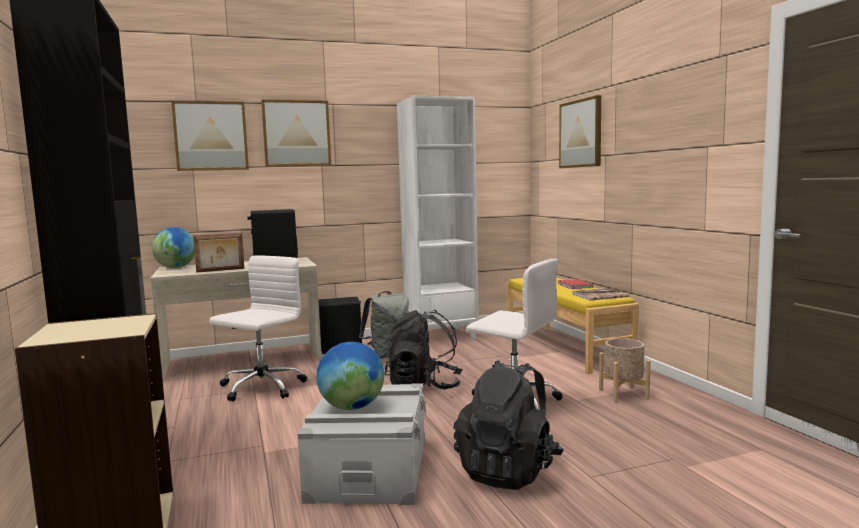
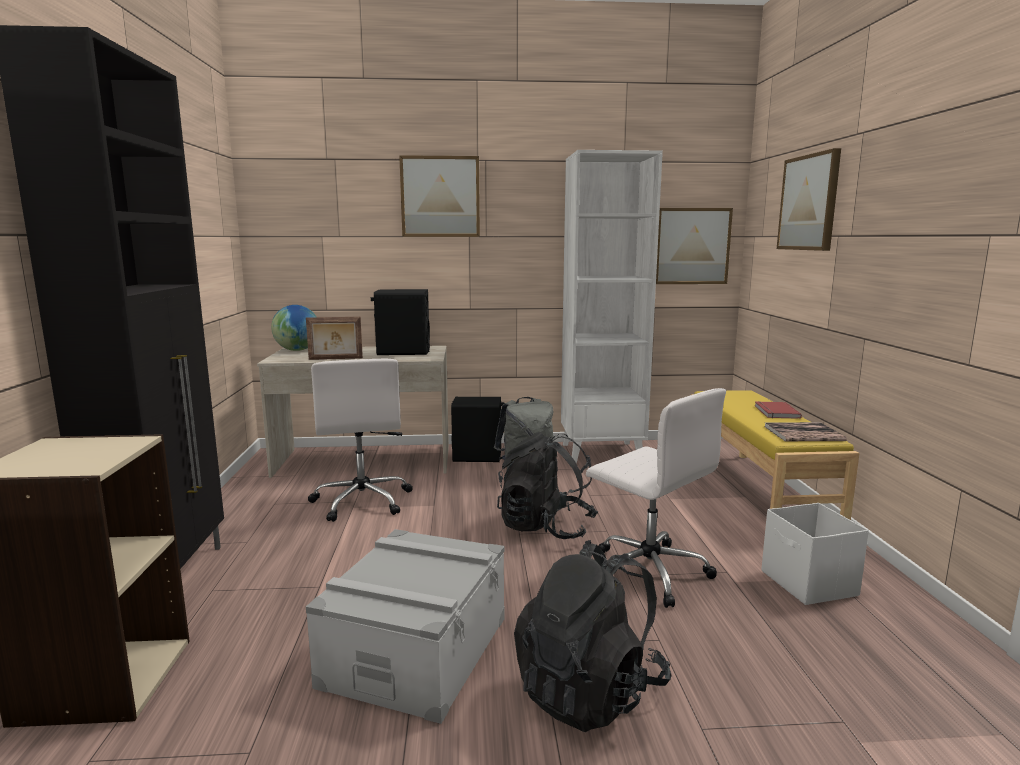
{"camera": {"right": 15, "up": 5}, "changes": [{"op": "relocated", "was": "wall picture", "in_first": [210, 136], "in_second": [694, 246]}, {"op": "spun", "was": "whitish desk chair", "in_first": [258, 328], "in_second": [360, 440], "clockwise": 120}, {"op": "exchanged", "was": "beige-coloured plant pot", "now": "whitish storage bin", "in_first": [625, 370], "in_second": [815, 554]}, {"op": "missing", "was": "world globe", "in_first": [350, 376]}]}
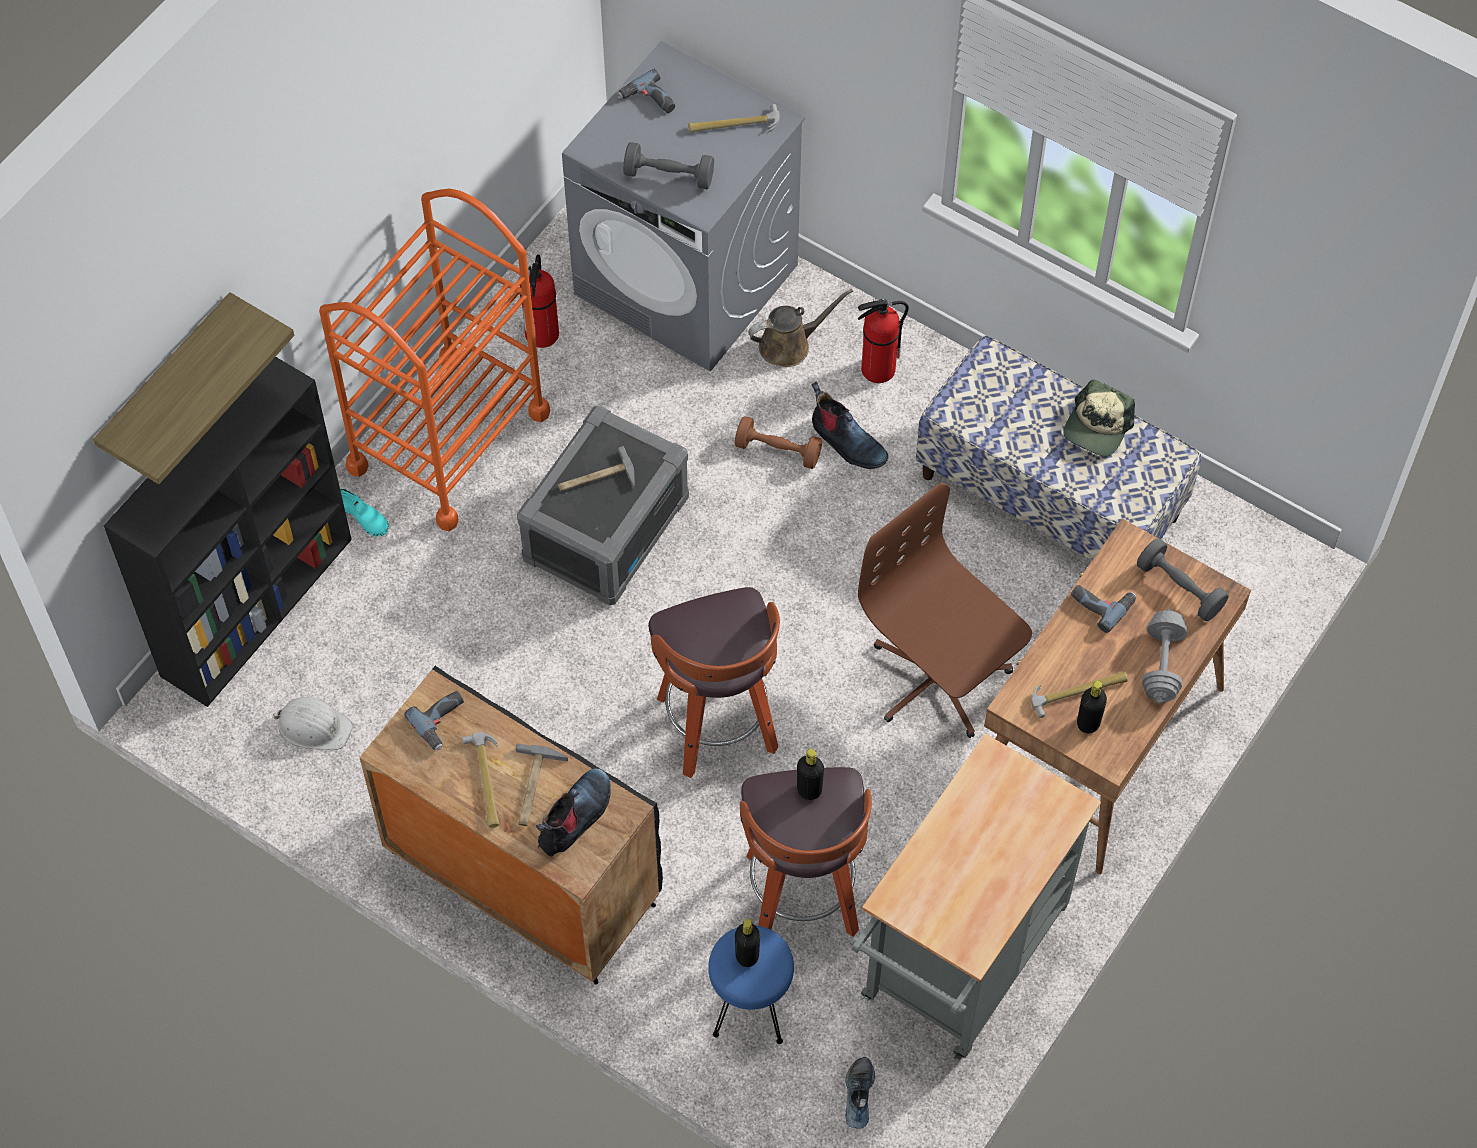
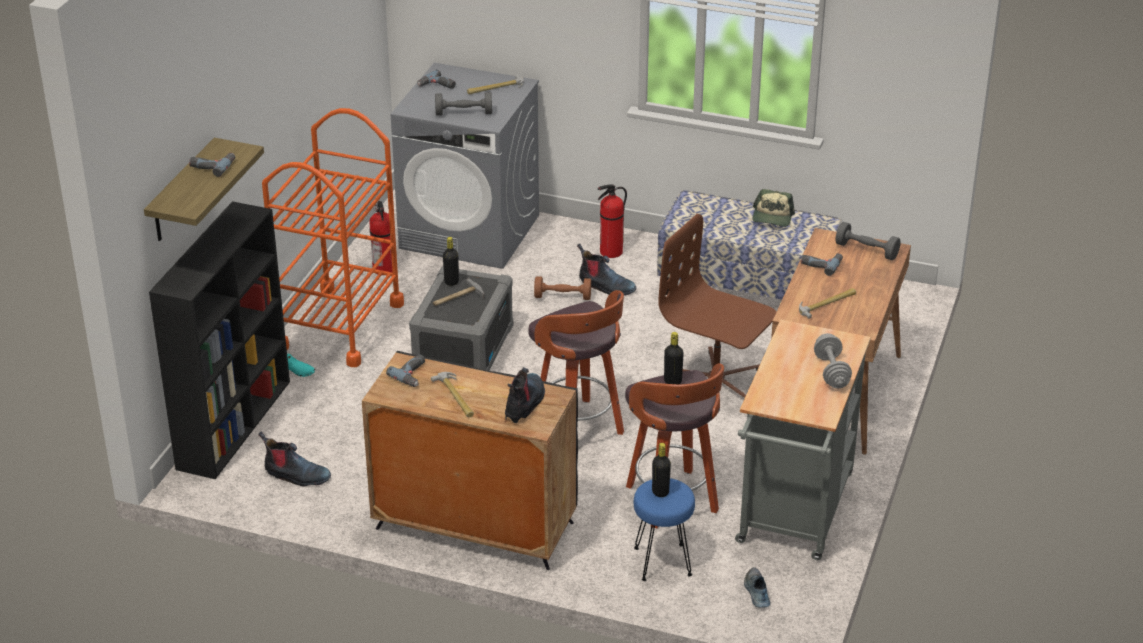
{"camera": {"right": -15, "up": -25}, "changes": [{"op": "missing", "was": "brownish watering can", "in_first": [800, 328]}, {"op": "relocated", "was": "grey free weight", "in_first": [1164, 656], "in_second": [833, 361]}, {"op": "relocated", "was": "black-coloured drink bottle", "in_first": [1092, 706], "in_second": [451, 261]}, {"op": "exchanged", "was": "whitish hard hat", "now": "boot", "in_first": [313, 723], "in_second": [294, 459]}, {"op": "missing", "was": "tool hammer", "in_first": [542, 784]}, {"op": "appeared", "now": "drill", "in_second": [212, 165]}]}
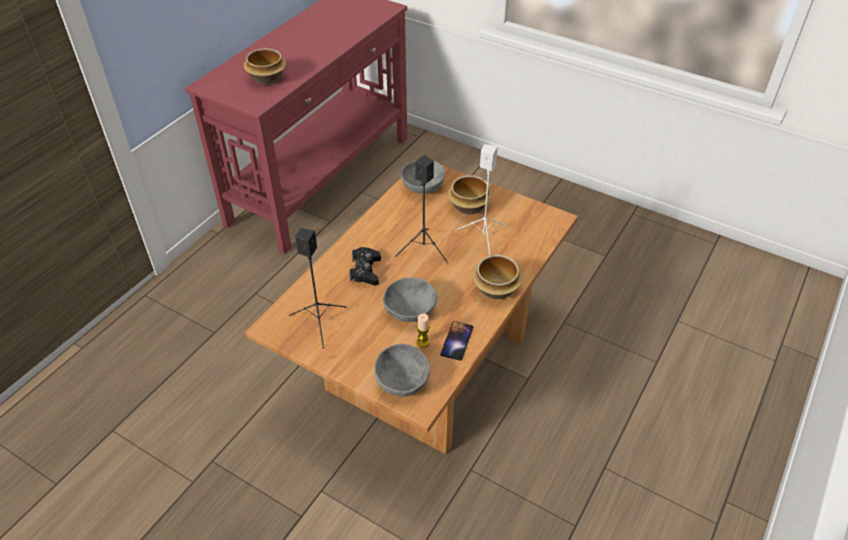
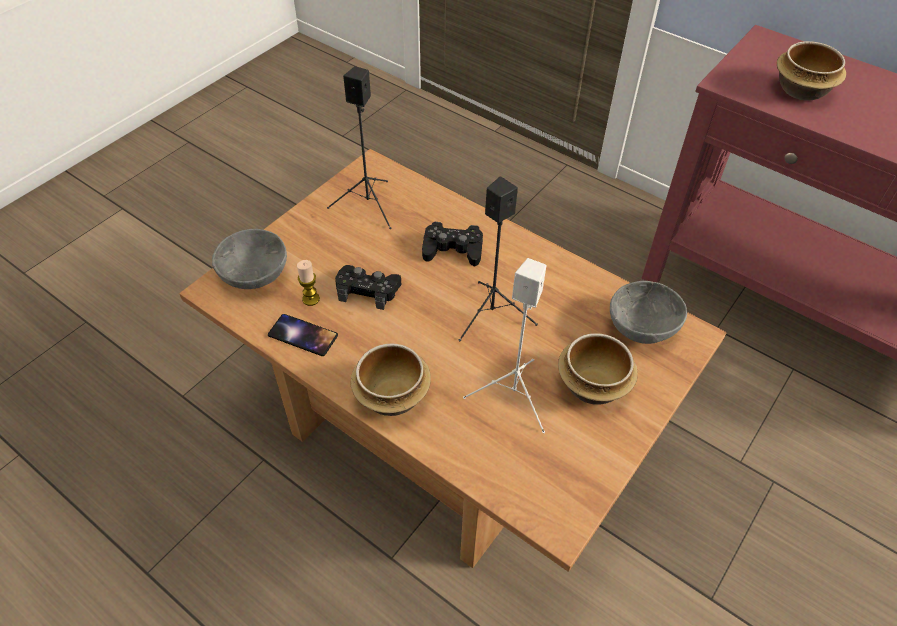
{"camera": {"right": 95, "up": 5}, "changes": [{"op": "exchanged", "was": "grey serving bowl", "now": "black-coloured game controller", "in_first": [410, 299], "in_second": [368, 287]}]}
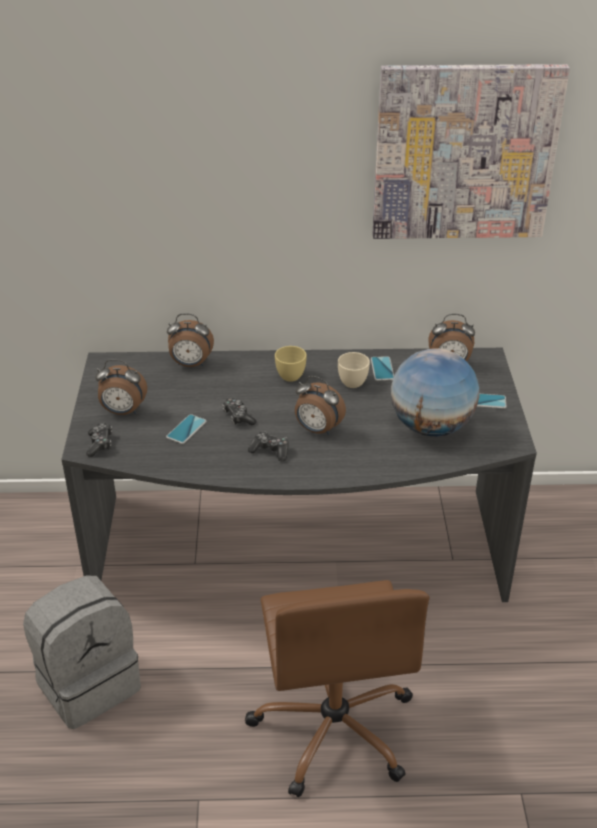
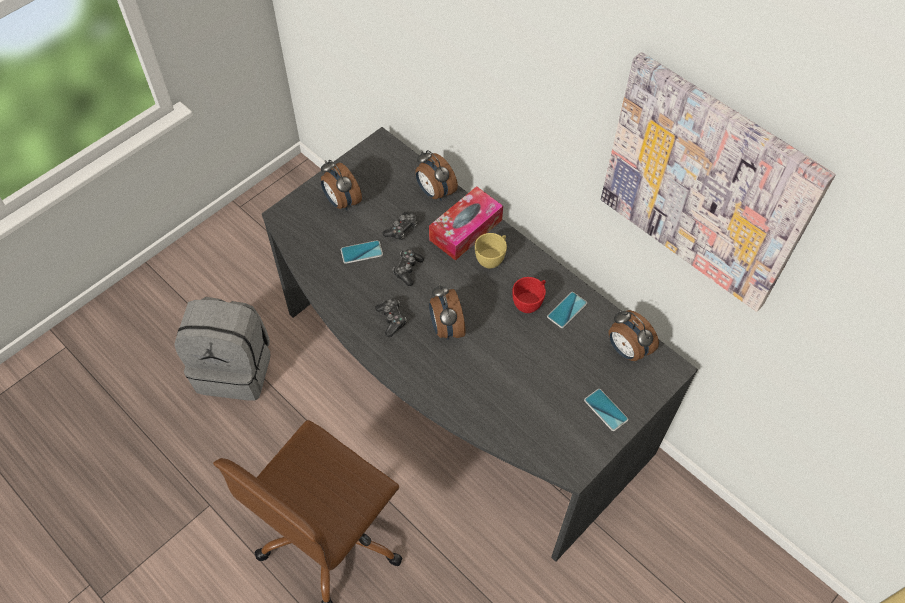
{"camera": {"right": 45, "up": 20}, "changes": [{"op": "missing", "was": "world globe", "in_first": [435, 392]}, {"op": "colour", "was": "beige-coloured small cup", "now": "red small cup", "in_first": [354, 370], "in_second": [529, 295]}, {"op": "relocated", "was": "game controller", "in_first": [99, 440], "in_second": [400, 226]}, {"op": "appeared", "now": "box of tissues", "in_second": [466, 223]}]}
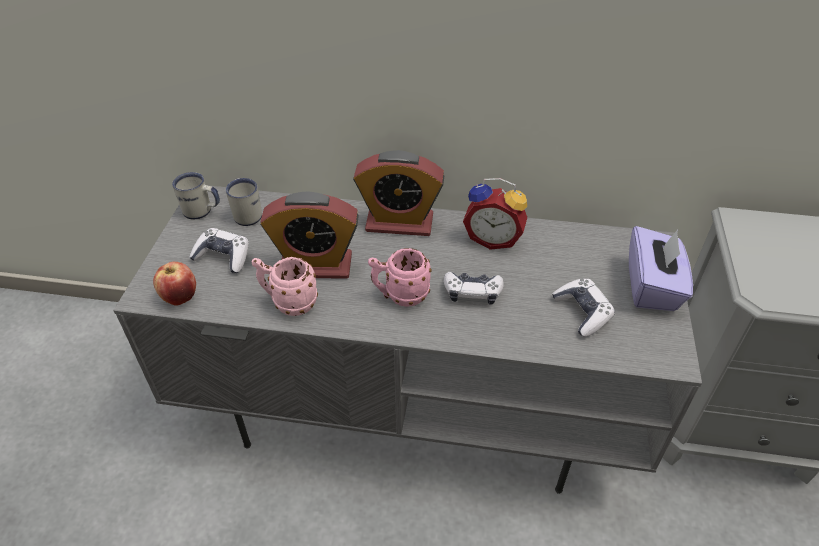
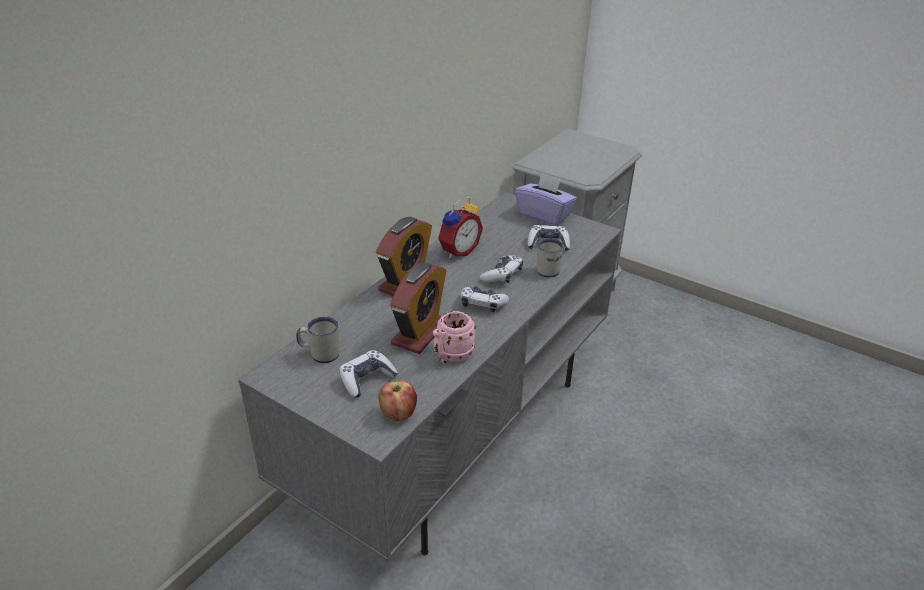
{"camera": {"right": -65, "up": -10}, "changes": [{"op": "relocated", "was": "whitish coffee mug", "in_first": [196, 195], "in_second": [550, 257]}, {"op": "exchanged", "was": "pink coffee mug", "now": "game controller", "in_first": [400, 277], "in_second": [485, 299]}]}
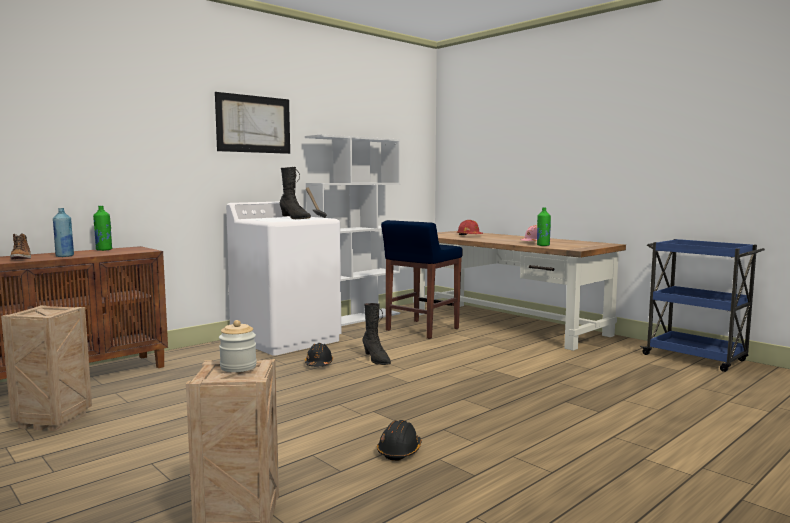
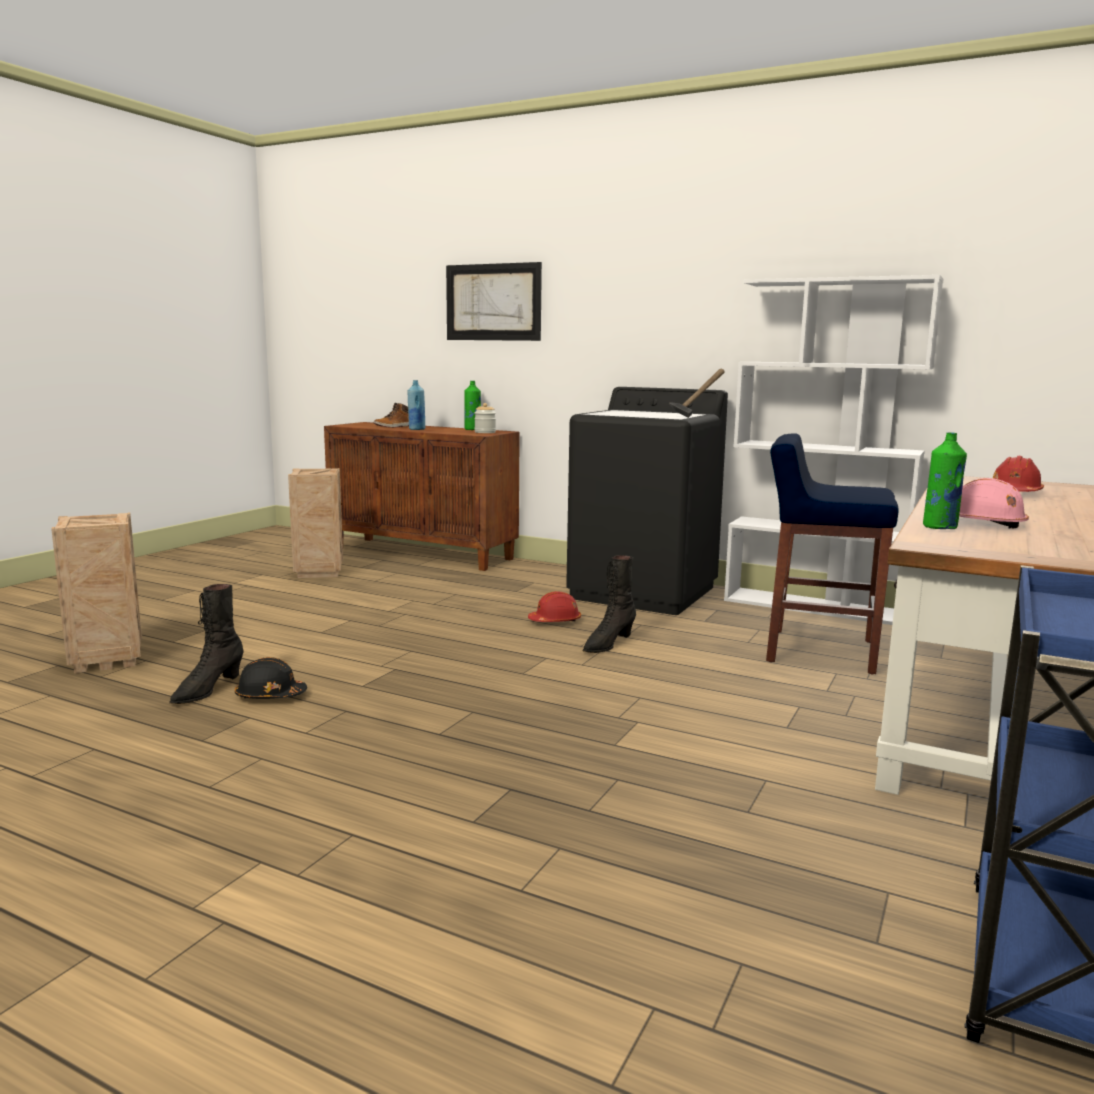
{"camera": {"right": 70, "up": 5}, "changes": [{"op": "relocated", "was": "wall picture", "in_first": [252, 123], "in_second": [494, 301]}, {"op": "relocated", "was": "black-coloured boot", "in_first": [295, 193], "in_second": [206, 644]}, {"op": "colour", "was": "whitish laundry appliance", "now": "black-coloured laundry appliance", "in_first": [283, 278], "in_second": [647, 501]}, {"op": "relocated", "was": "storage jar", "in_first": [238, 346], "in_second": [485, 418]}, {"op": "colour", "was": "black-coloured hard hat", "now": "red hard hat", "in_first": [319, 355], "in_second": [554, 606]}]}
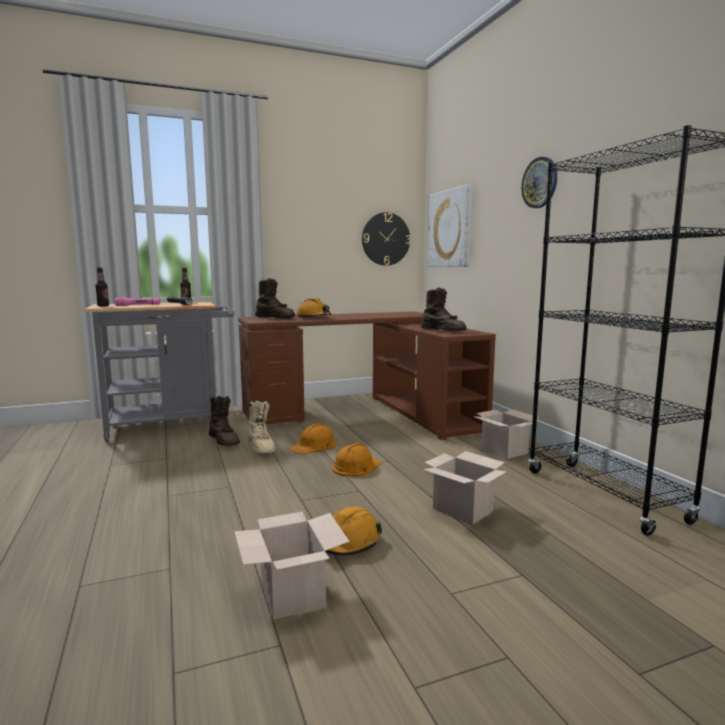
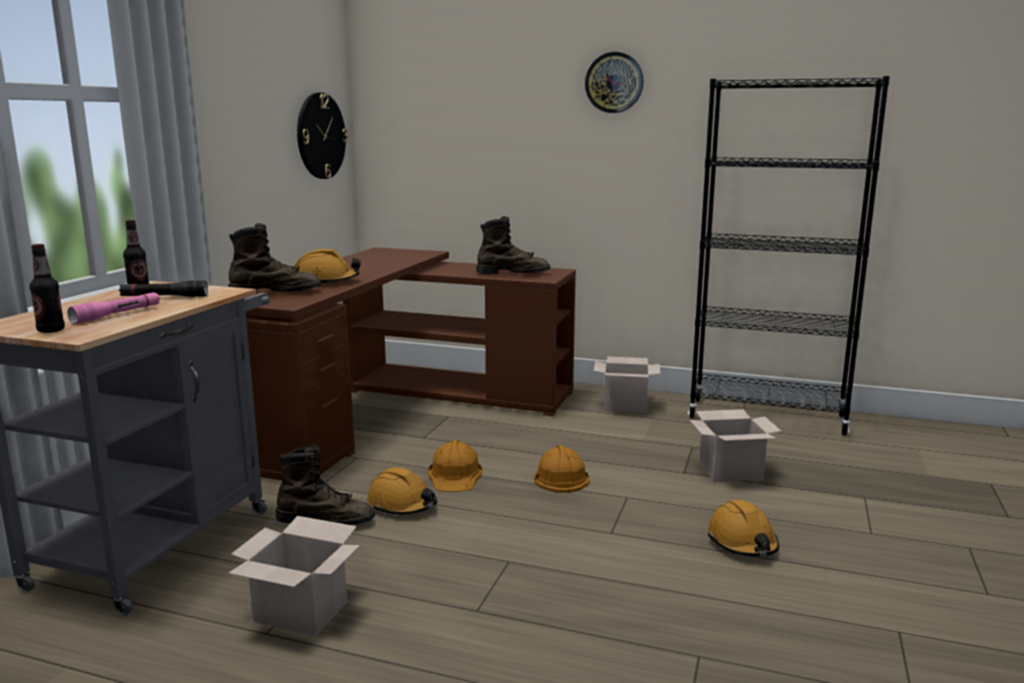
{"camera": {"right": -50, "up": 5}, "changes": [{"op": "missing", "was": "wall picture", "in_first": [450, 225]}, {"op": "exchanged", "was": "beige-coloured boot", "now": "orange-coloured hard hat", "in_first": [261, 426], "in_second": [402, 491]}, {"op": "relocated", "was": "cardboard box", "in_first": [292, 566], "in_second": [294, 576]}]}
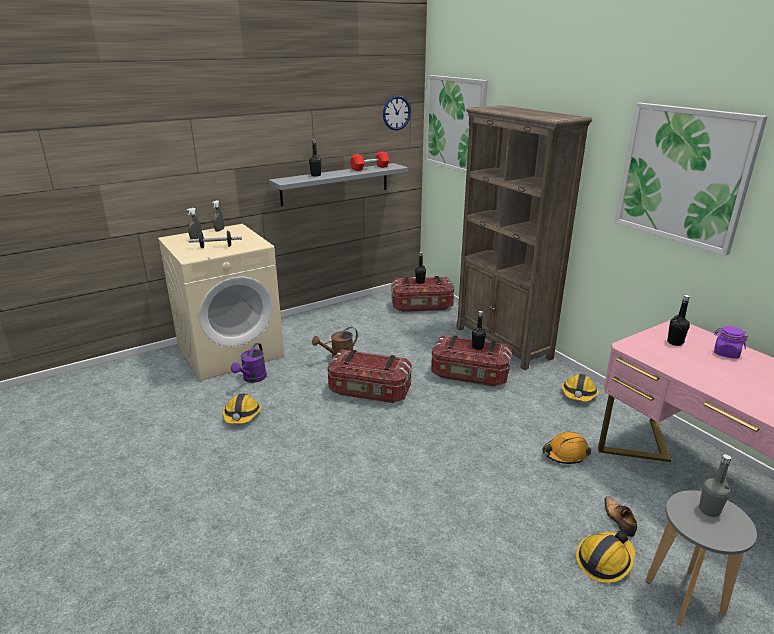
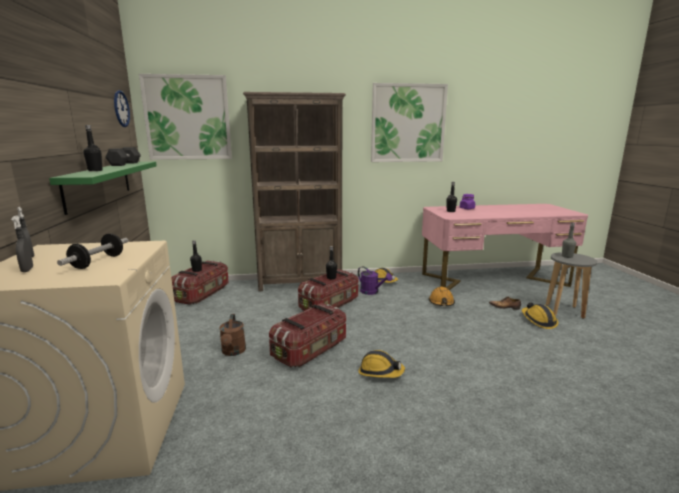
{"camera": {"right": -65, "up": -10}, "changes": [{"op": "colour", "was": "red free weight", "now": "grey free weight", "in_first": [369, 161], "in_second": [123, 156]}, {"op": "colour", "was": "grey shelf", "now": "green shelf", "in_first": [338, 184], "in_second": [103, 188]}, {"op": "relocated", "was": "purplish watering can", "in_first": [249, 363], "in_second": [375, 280]}, {"op": "relocated", "was": "hard hat", "in_first": [242, 409], "in_second": [381, 364]}]}
